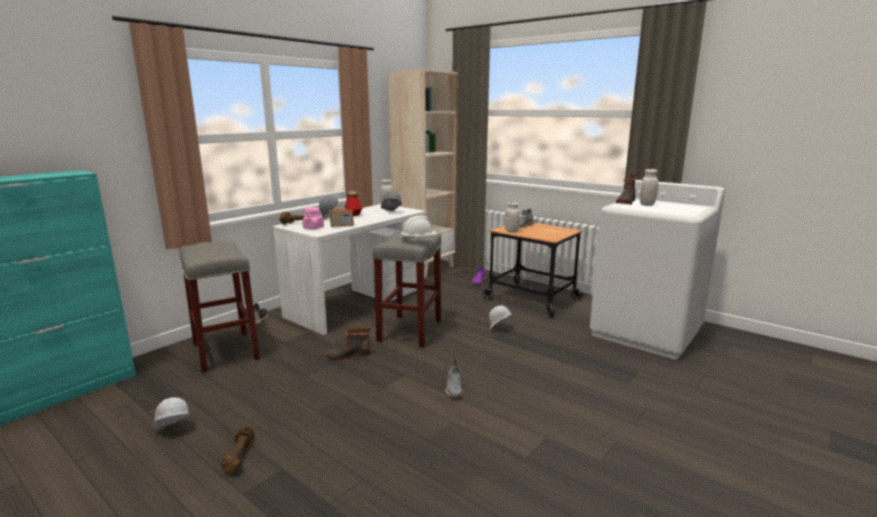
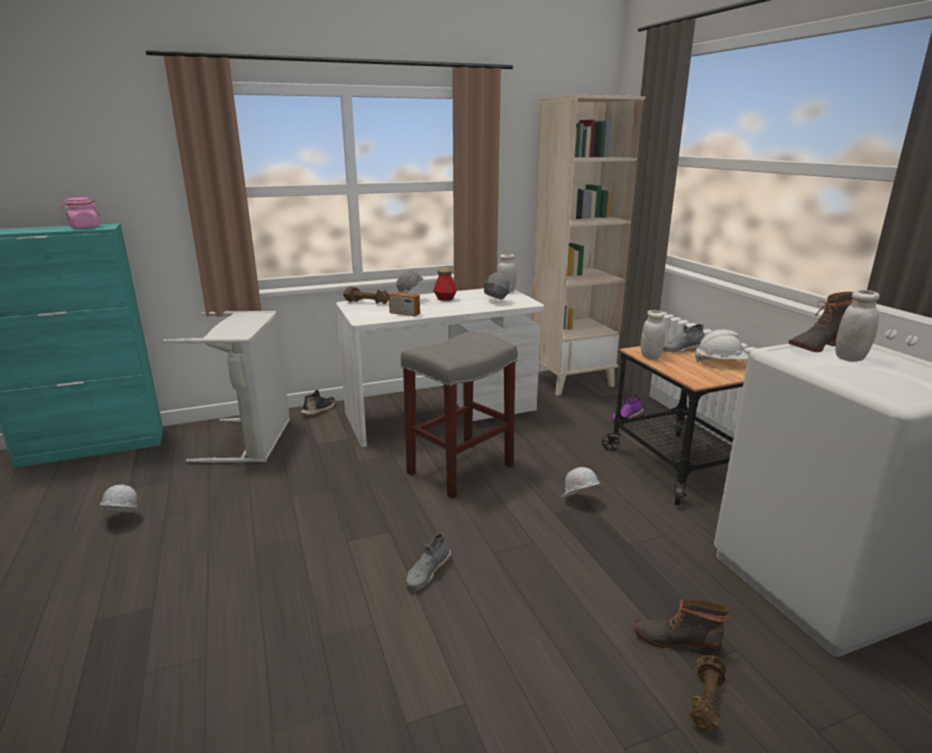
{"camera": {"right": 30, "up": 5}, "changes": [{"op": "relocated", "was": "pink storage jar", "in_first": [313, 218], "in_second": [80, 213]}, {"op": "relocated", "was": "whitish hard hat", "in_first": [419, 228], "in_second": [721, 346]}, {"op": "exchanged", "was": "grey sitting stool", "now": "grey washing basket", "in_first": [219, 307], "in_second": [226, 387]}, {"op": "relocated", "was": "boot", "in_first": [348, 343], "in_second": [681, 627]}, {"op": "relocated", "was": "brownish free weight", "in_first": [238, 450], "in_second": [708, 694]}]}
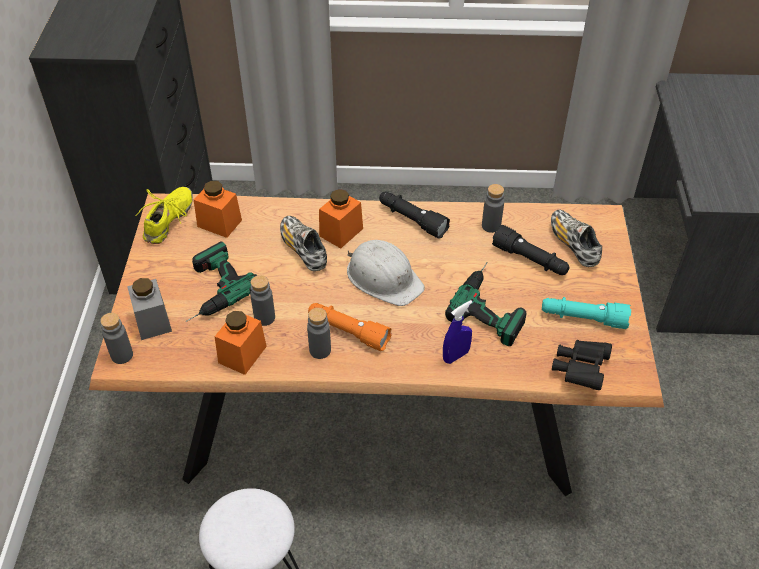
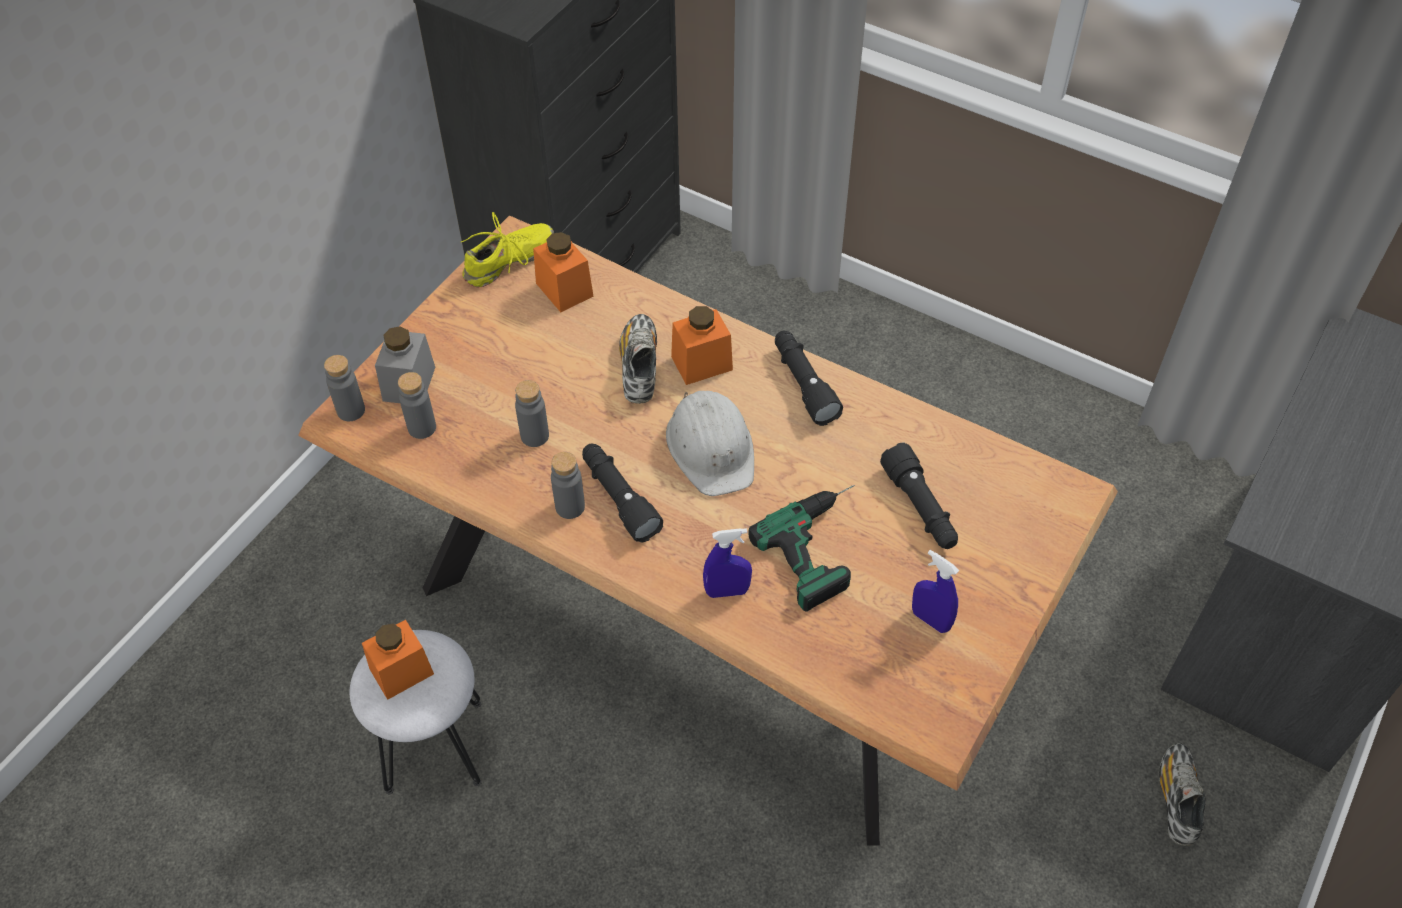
{"camera": {"right": 30, "up": 5}, "changes": [{"op": "relocated", "was": "grey drink bottle", "in_first": [493, 208], "in_second": [417, 405]}, {"op": "relocated", "was": "low shoe", "in_first": [576, 238], "in_second": [1182, 794]}, {"op": "missing", "was": "drill", "in_first": [221, 281]}, {"op": "exchanged", "was": "blue-green flashlight", "now": "blue spray bottle", "in_first": [586, 313], "in_second": [935, 591]}, {"op": "colour", "was": "orange-coloured flashlight", "now": "black-coloured flashlight", "in_first": [349, 327], "in_second": [622, 493]}, {"op": "relocated", "was": "orange-coloured storage jar", "in_first": [241, 343], "in_second": [398, 660]}, {"op": "missing", "was": "black-coloured field glasses", "in_first": [582, 365]}]}
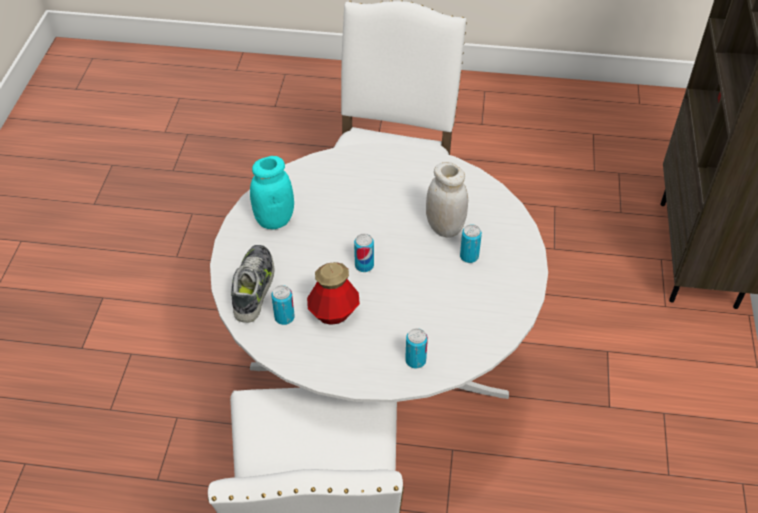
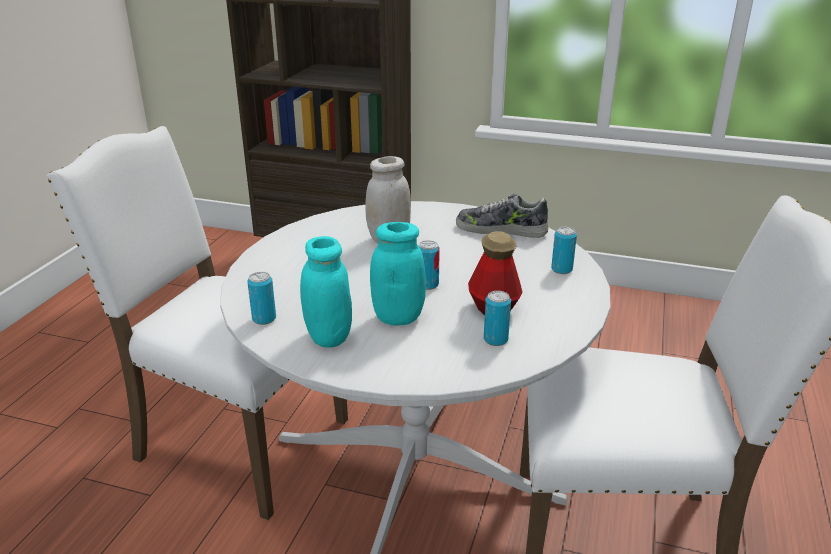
{"camera": {"right": -80, "up": -20}, "changes": [{"op": "relocated", "was": "sealed can", "in_first": [471, 243], "in_second": [261, 298]}, {"op": "relocated", "was": "low shoe", "in_first": [253, 284], "in_second": [502, 215]}, {"op": "appeared", "now": "blue-green storage jar", "in_second": [398, 274]}]}
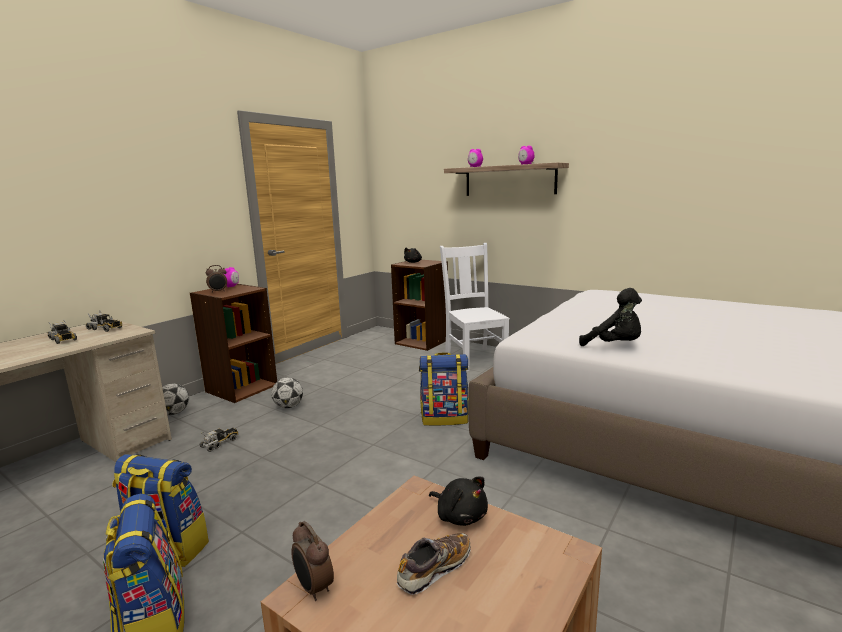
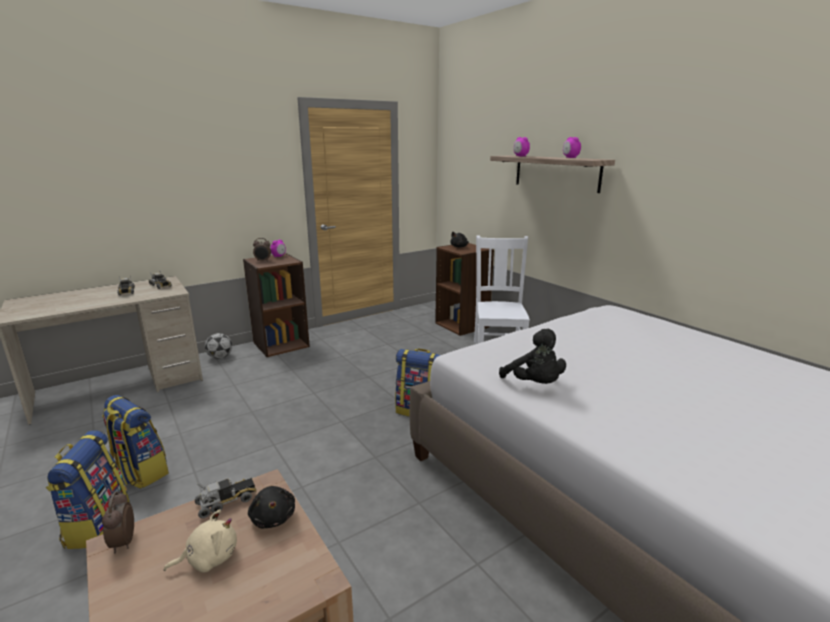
{"camera": {"right": 20, "up": 5}, "changes": [{"op": "missing", "was": "football ball", "in_first": [287, 393]}, {"op": "relocated", "was": "model truck", "in_first": [219, 440], "in_second": [225, 498]}, {"op": "exchanged", "was": "low shoe", "now": "beige-coloured plush toy", "in_first": [433, 564], "in_second": [200, 541]}]}
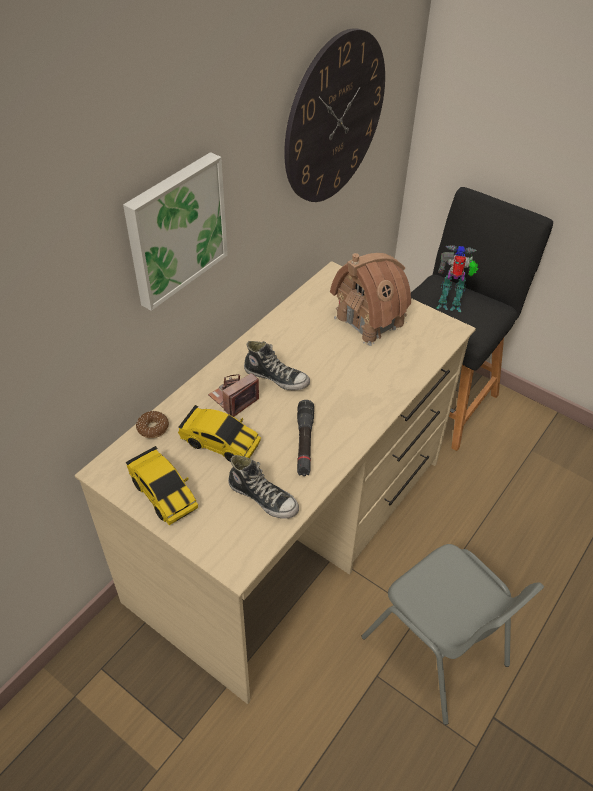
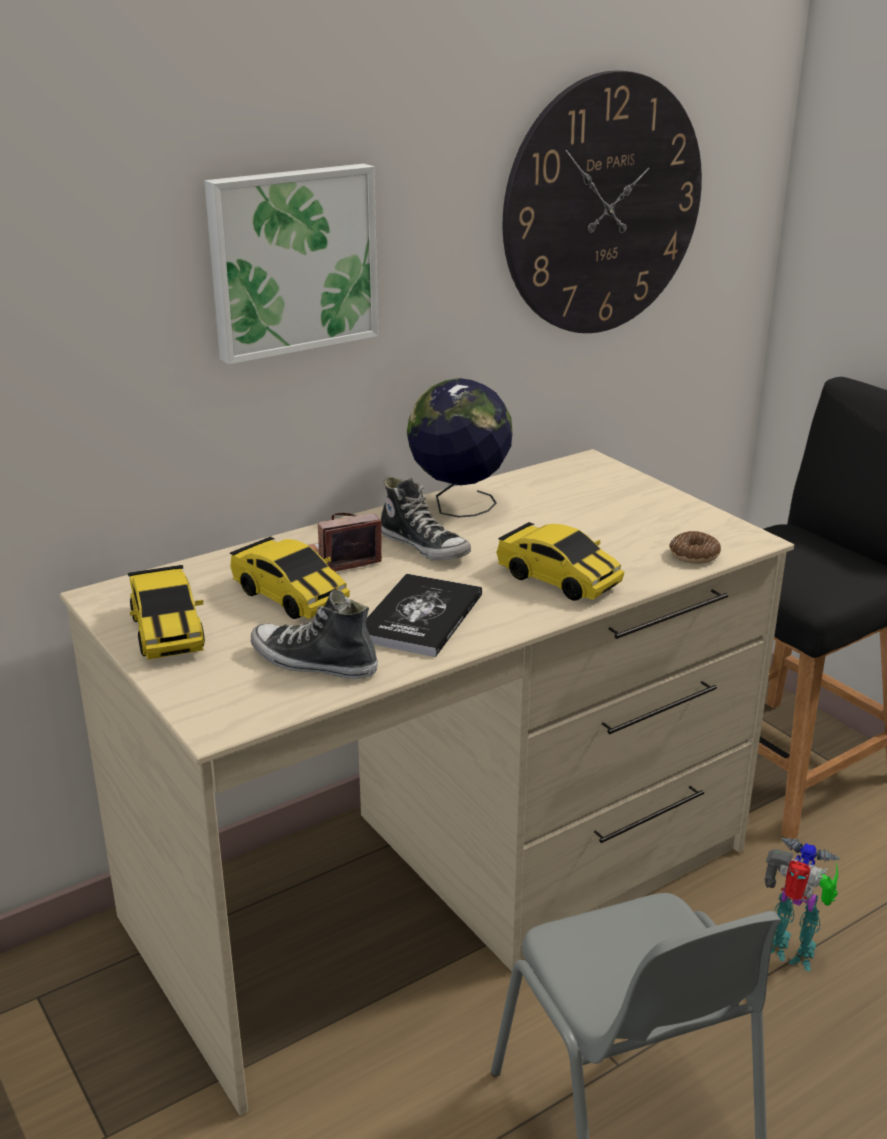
{"camera": {"right": 20, "up": -20}, "changes": [{"op": "relocated", "was": "robot figure", "in_first": [457, 278], "in_second": [802, 904]}, {"op": "missing", "was": "toy house", "in_first": [370, 299]}, {"op": "exchanged", "was": "black-coloured flashlight", "now": "volume", "in_first": [305, 438], "in_second": [424, 615]}, {"op": "relocated", "was": "donut", "in_first": [152, 424], "in_second": [695, 547]}, {"op": "spun", "was": "low shoe", "in_first": [263, 487], "in_second": [314, 634], "clockwise": 150}, {"op": "appeared", "now": "world globe", "in_second": [460, 447]}, {"op": "appeared", "now": "miniature car", "in_second": [560, 561]}]}
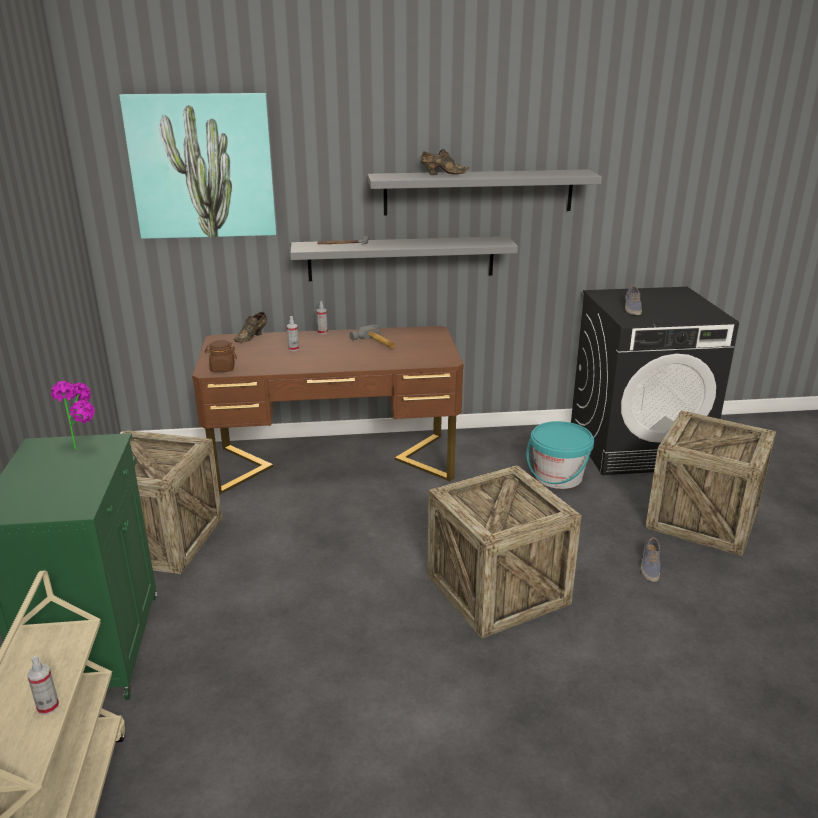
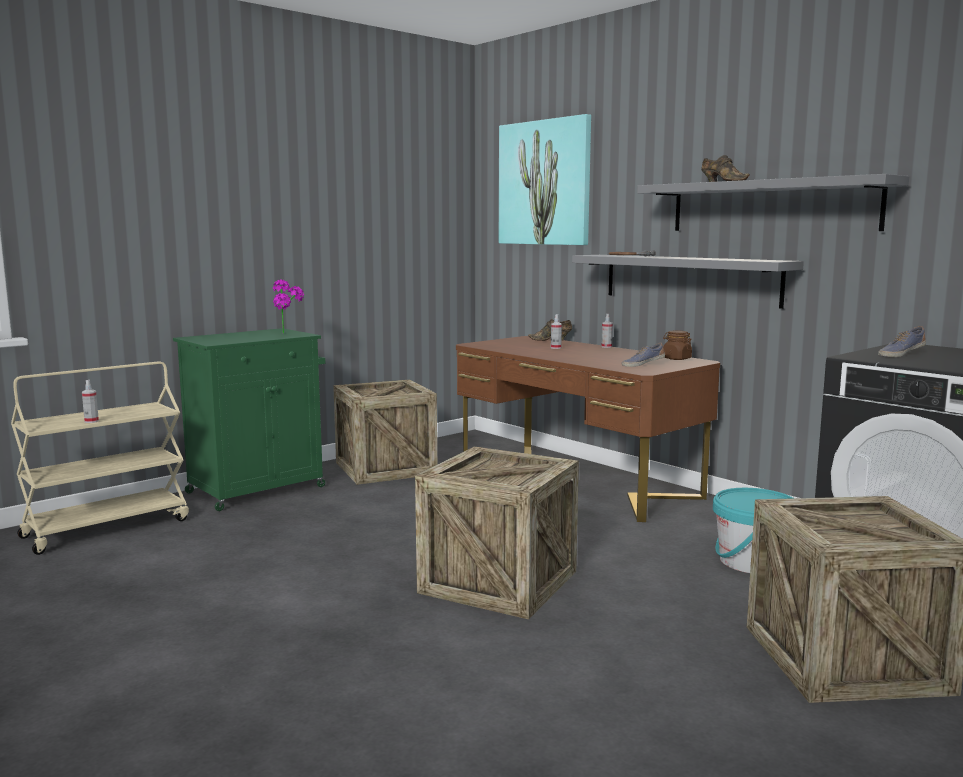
{"camera": {"right": 55, "up": -15}, "changes": [{"op": "missing", "was": "tool hammer", "in_first": [372, 337]}, {"op": "relocated", "was": "brownish storage jar", "in_first": [221, 356], "in_second": [677, 345]}, {"op": "relocated", "was": "low shoe", "in_first": [650, 559], "in_second": [643, 355]}]}
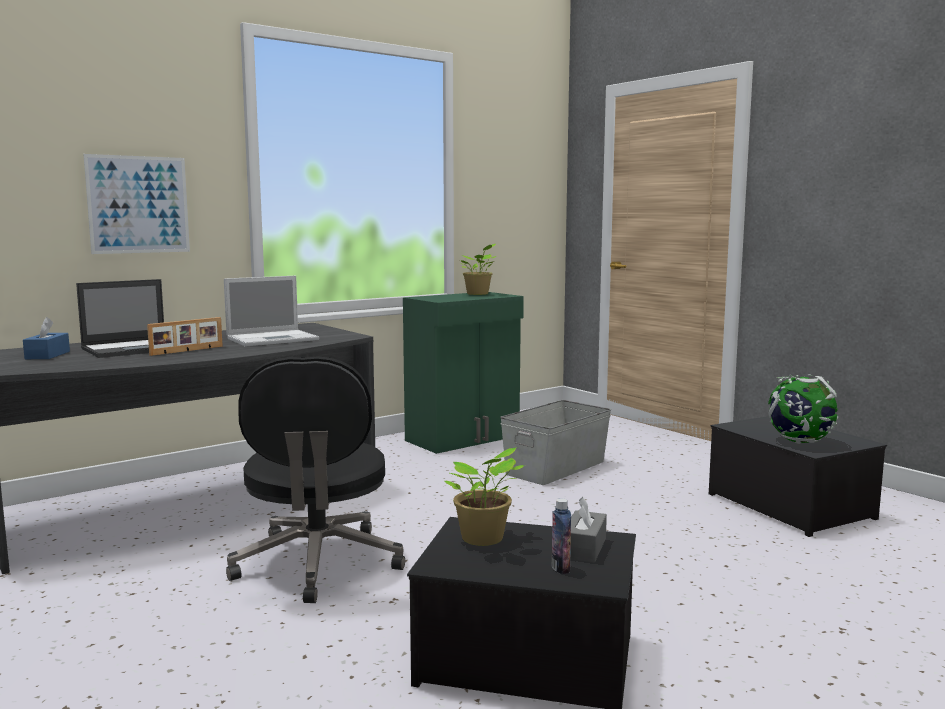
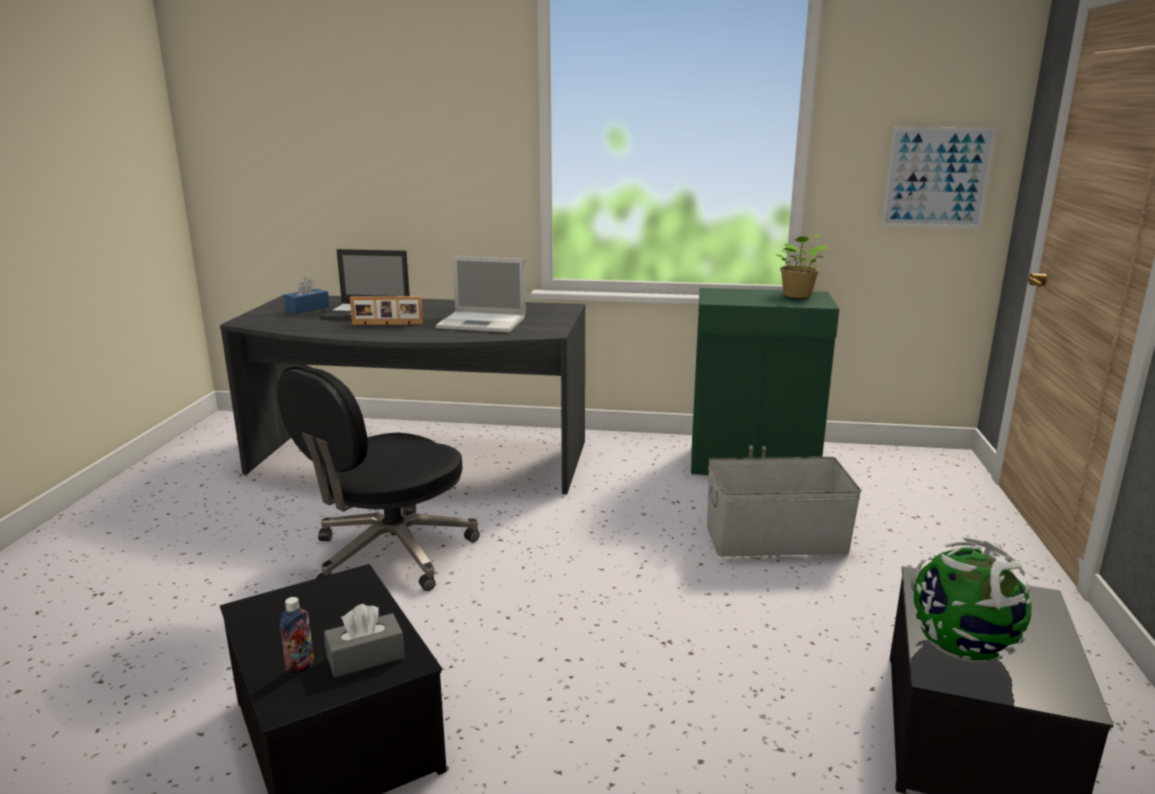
{"camera": {"right": 45, "up": 10}, "changes": [{"op": "relocated", "was": "wall picture", "in_first": [136, 204], "in_second": [939, 177]}, {"op": "missing", "was": "houseplant", "in_first": [485, 496]}]}
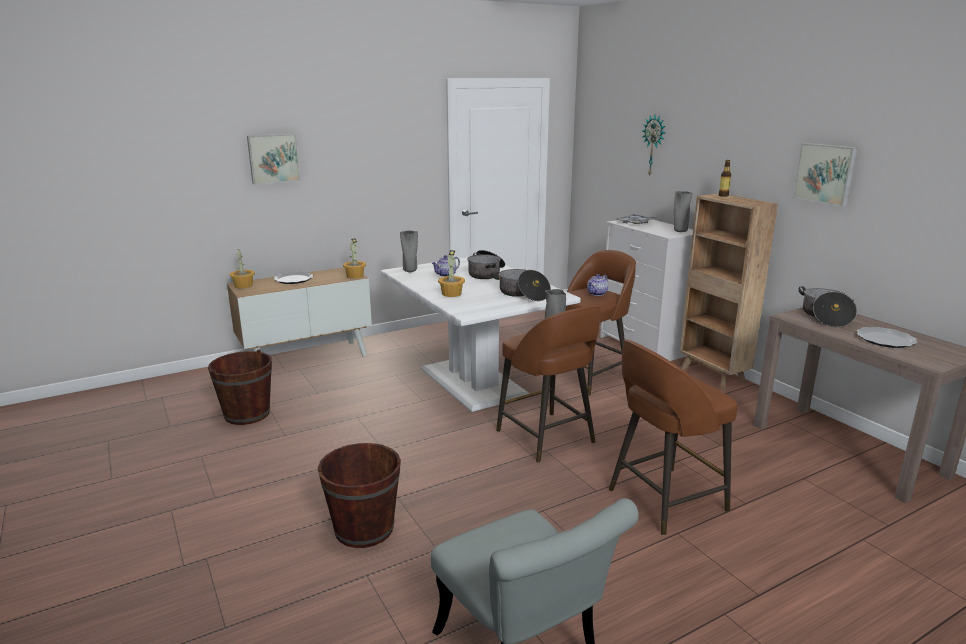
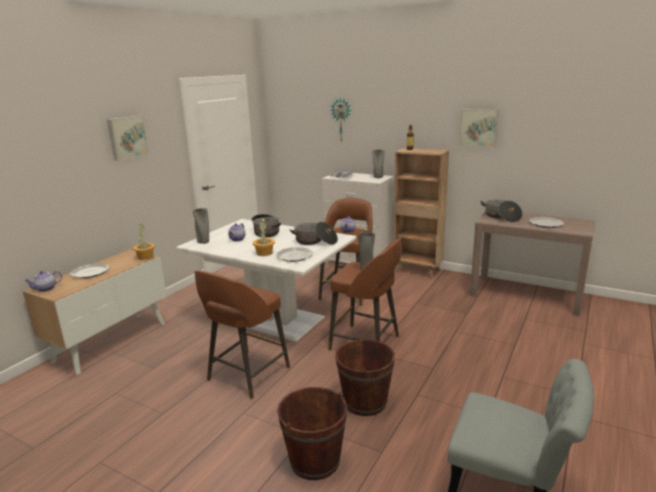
{"camera": {"right": -30, "up": 0}, "changes": [{"op": "relocated", "was": "wall picture", "in_first": [273, 159], "in_second": [128, 138]}, {"op": "exchanged", "was": "houseplant", "now": "tea pot", "in_first": [242, 268], "in_second": [43, 281]}, {"op": "relocated", "was": "brownish sitting stool", "in_first": [673, 437], "in_second": [242, 334]}, {"op": "relocated", "was": "brownish bucket", "in_first": [240, 387], "in_second": [365, 377]}, {"op": "appeared", "now": "plate", "in_second": [294, 254]}]}
